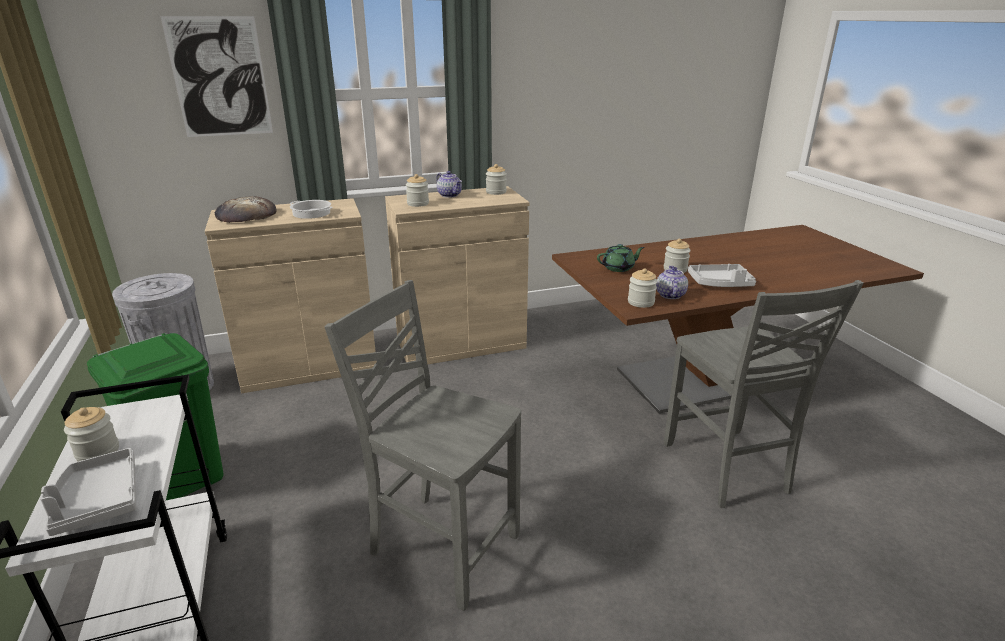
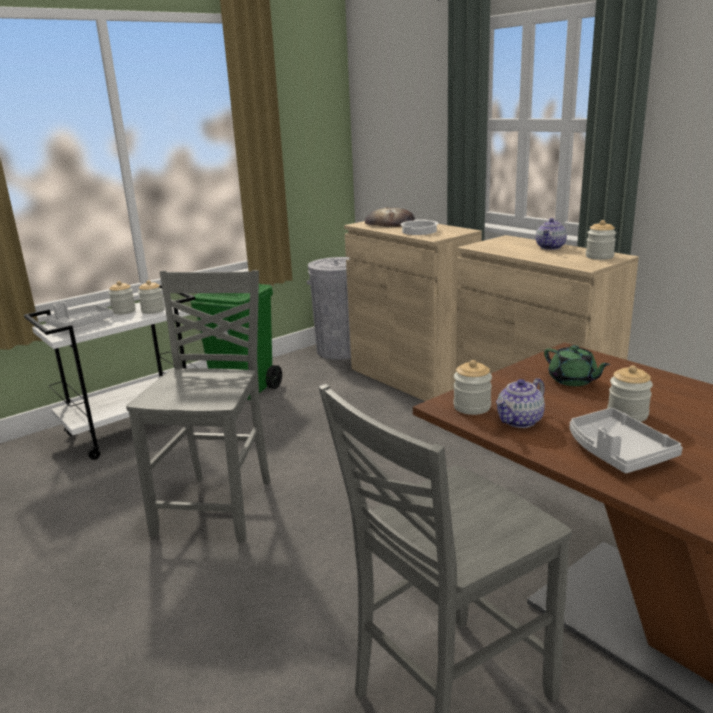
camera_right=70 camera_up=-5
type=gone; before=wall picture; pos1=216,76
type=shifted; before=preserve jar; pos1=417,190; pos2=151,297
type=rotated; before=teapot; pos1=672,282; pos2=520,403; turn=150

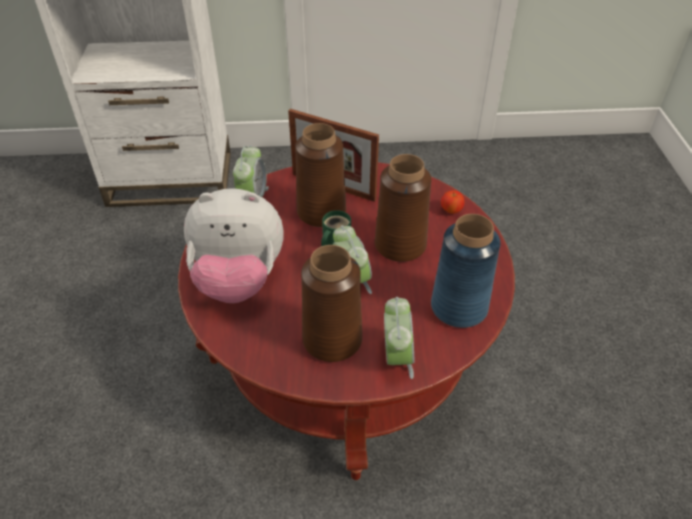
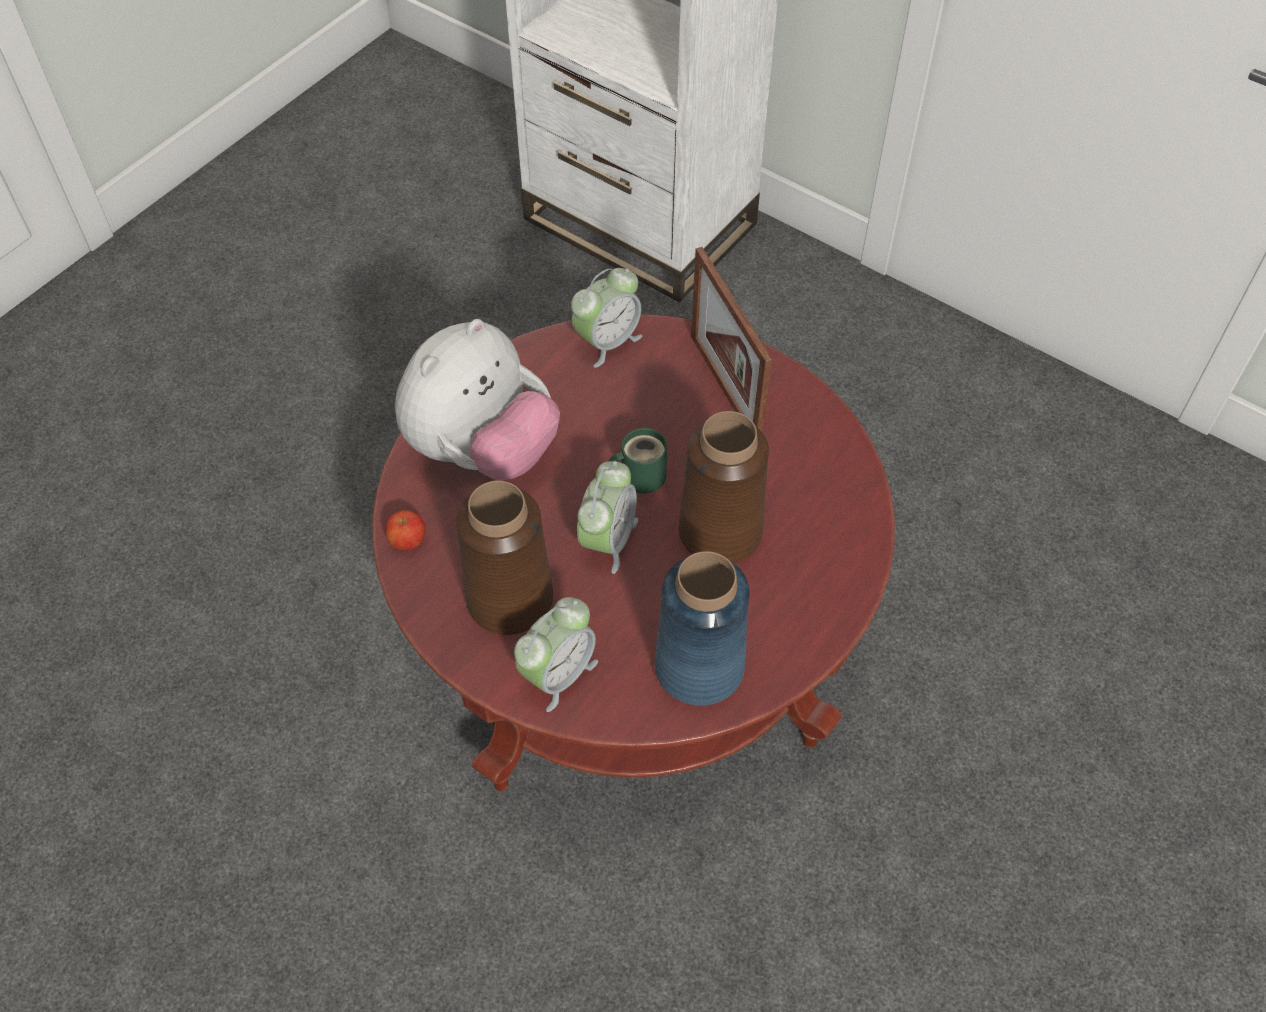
camera_right=40 camera_up=10
type=gone; before=brown-coloured flower vase; pos1=320,175
type=rotated; before=plush toy; pos1=234,245; pos2=477,399; turn=-90
type=shifted; before=apple fruit; pos1=453,202; pos2=405,530

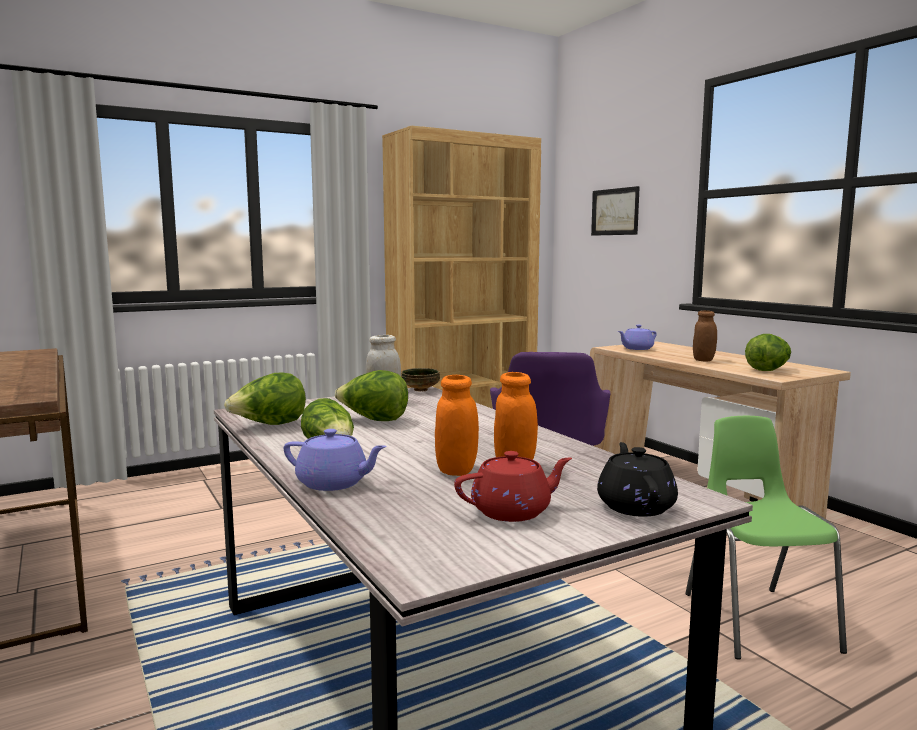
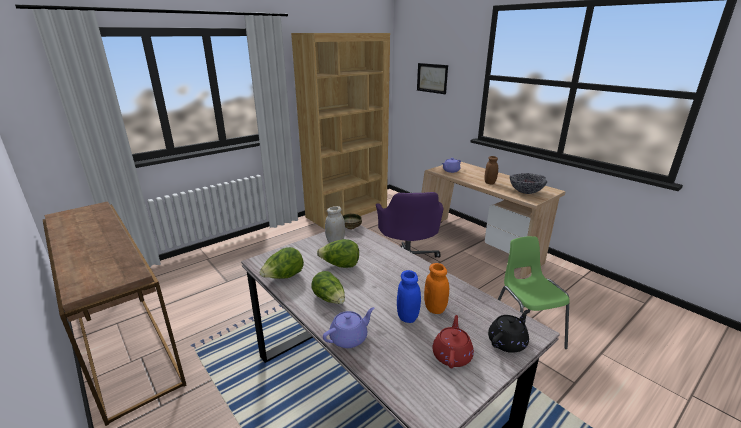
camera_right=-10 camera_up=15
type=swapped; before=head of lettuce; after=serving bowl; pos1=768,352; pos2=528,183
type=repainted; before=orange-coloured preserve jar; after=blue preserve jar; pos1=457,425; pos2=409,296
type=rotated; before=purple-coloured teapot; pos1=335,460; pos2=348,327; turn=-45
type=rotated; before=blackish teapot; pos1=637,479; pos2=508,331; turn=60
type=rotated; before=reddish teapot; pos1=513,486; pos2=453,341; turn=-45

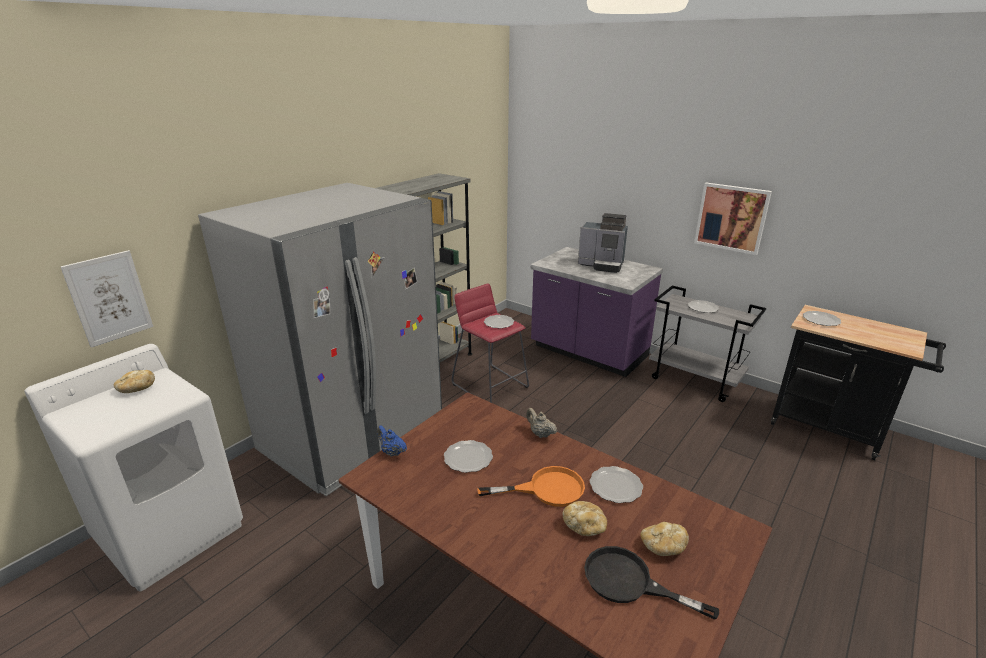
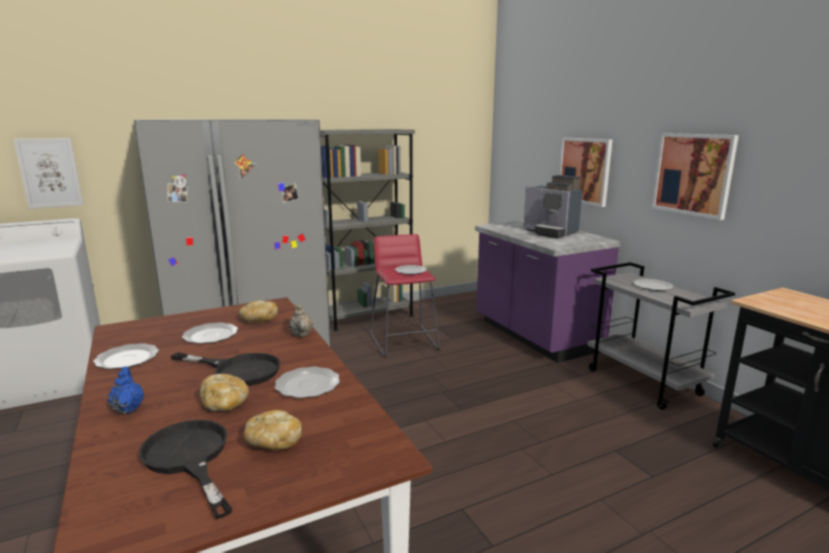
camera_right=25 camera_up=-10
type=shifted; before=flat dish; pos1=822,318; pos2=126,356
type=shifted; before=bakery bread; pos1=134,381; pos2=258,311
type=shifted; before=blue teapot; pos1=392,441; pos2=126,390
type=repainted; before=orange-coloured skillet; after=blackish skillet; pos1=531,486; pos2=225,369
type=new; after=wall picture; pos2=586,172

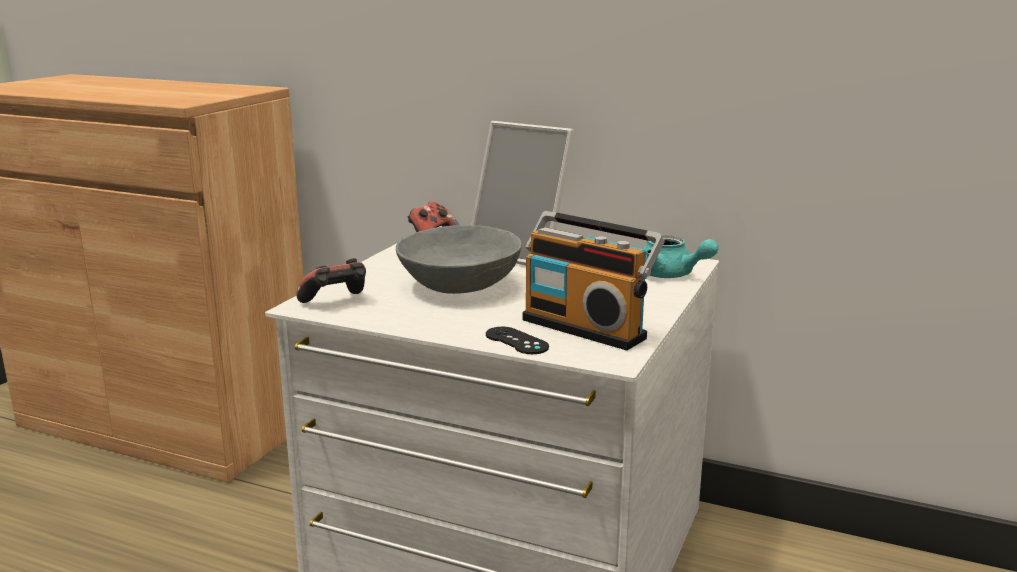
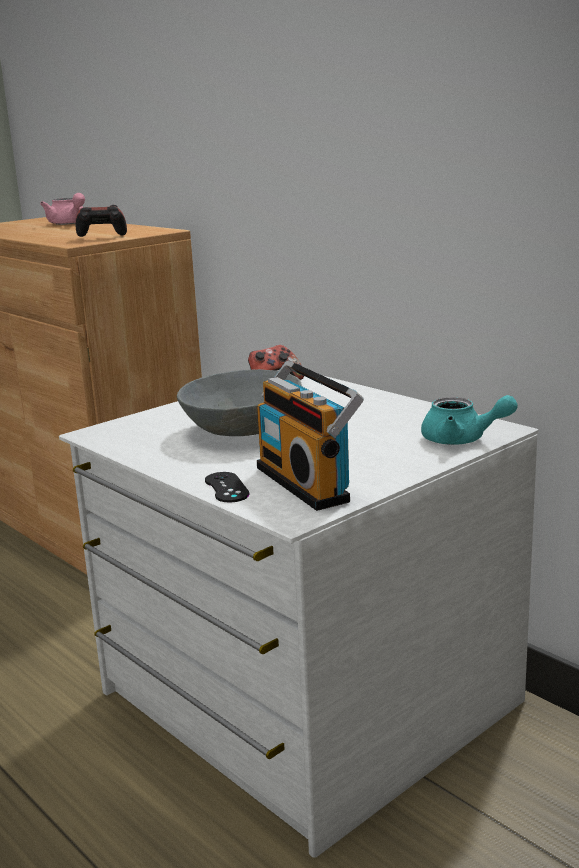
camera_right=25 camera_up=0
type=gone; before=photo frame; pos1=523,193
type=rotated; before=turquoise teapot; pos1=681,256; pos2=469,420; turn=-45
type=shifted; before=game controller; pos1=331,280; pos2=101,221
type=new; after=pinkish teapot; pos2=62,209

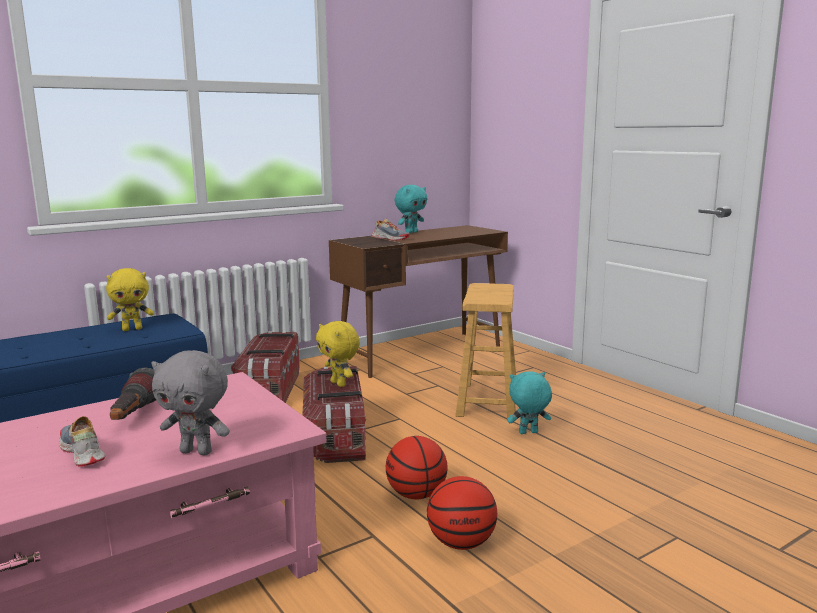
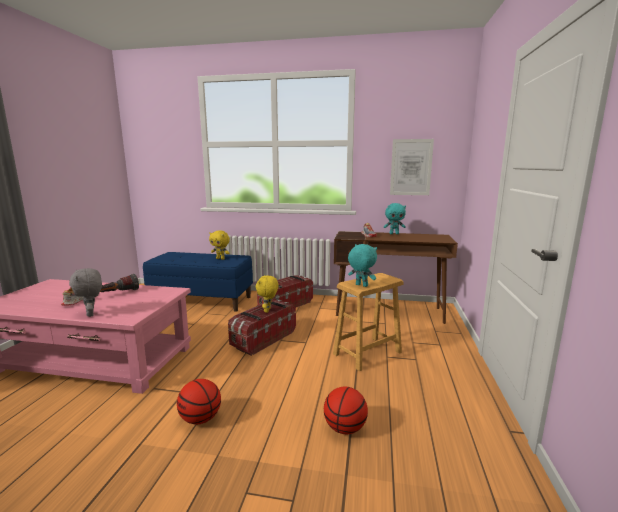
camera_right=45 camera_up=0
type=shifted; before=turquoise plush toy; pos1=529,402; pos2=362,265
type=shifted; before=basketball; pos1=416,467; pos2=346,410
type=new; after=wall picture; pos2=412,167

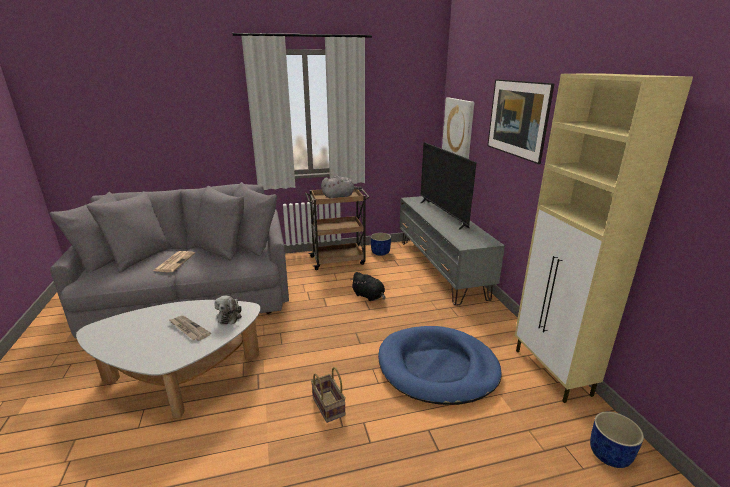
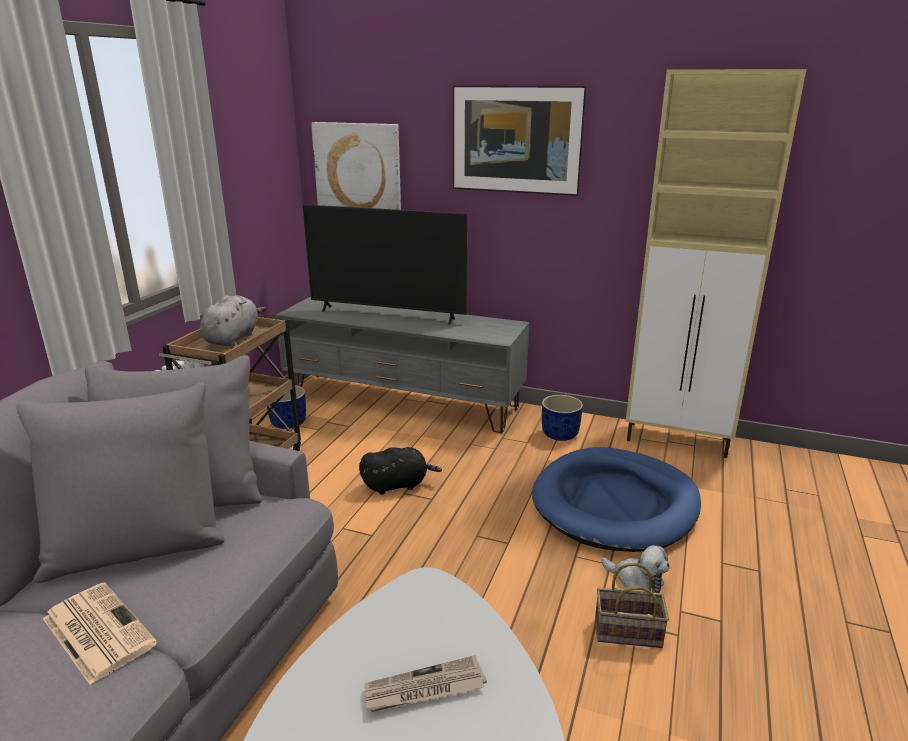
camera_right=-55 camera_up=0
type=shifted; before=plush toy; pos1=228,310; pos2=635,569
type=shifted; before=blue plant pot; pos1=617,439; pos2=562,418

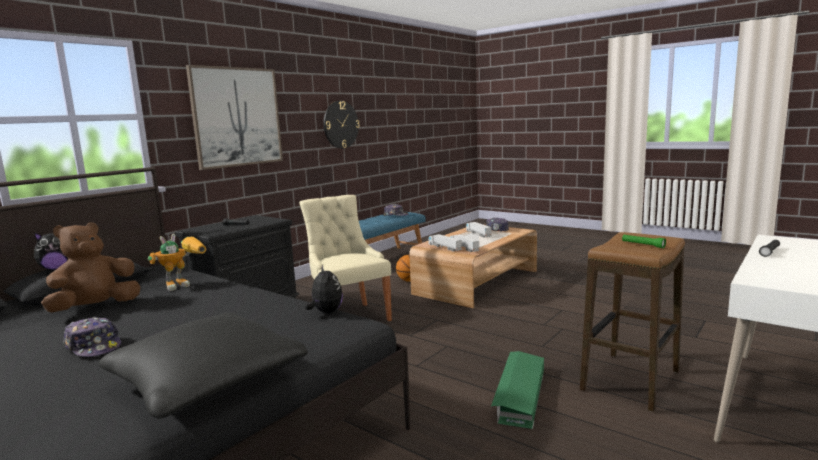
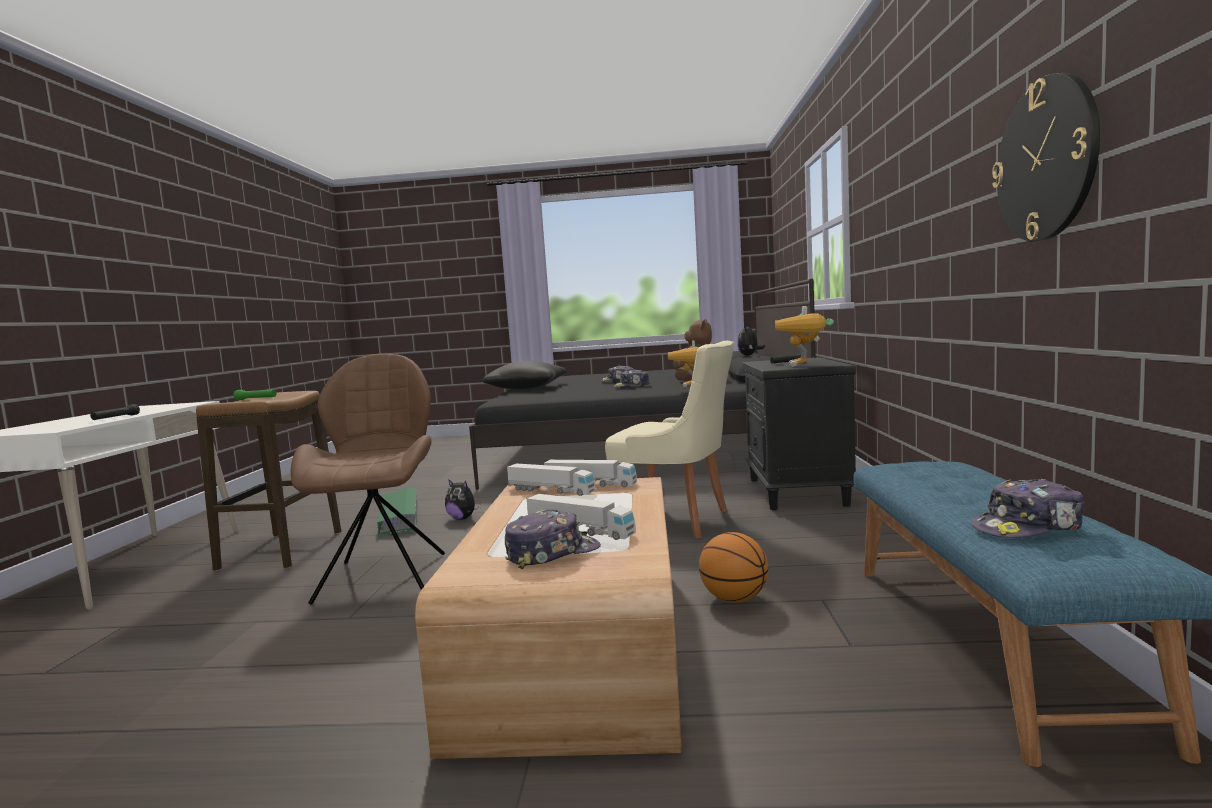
camera_right=145 camera_up=-5
type=gone; before=wall picture; pos1=234,117
type=shifted; before=plush toy; pos1=324,289; pos2=463,499
type=new; after=toy robot; pos2=804,336
type=new; after=brown-coloured upright chair; pos2=368,479
type=new; after=cap; pos2=631,378

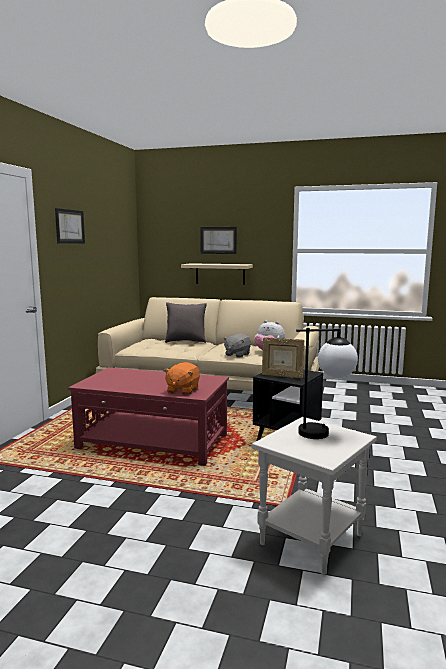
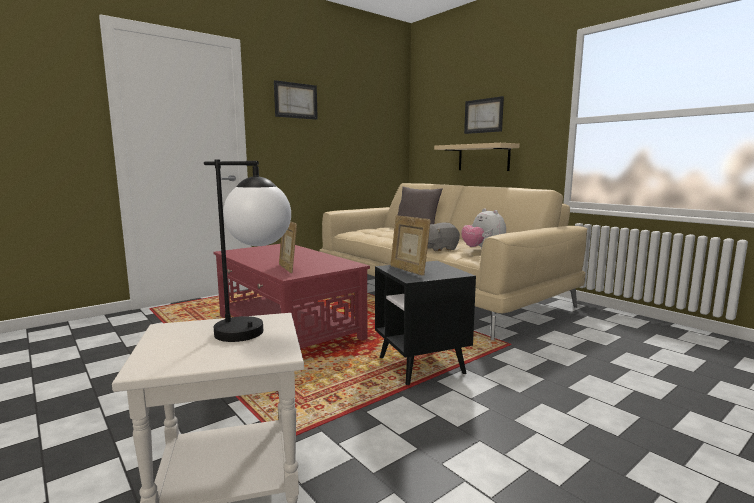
camera_right=35 camera_up=0
type=swapped; before=orange-coloured plush toy; after=photo frame; pos1=182,378; pos2=288,247

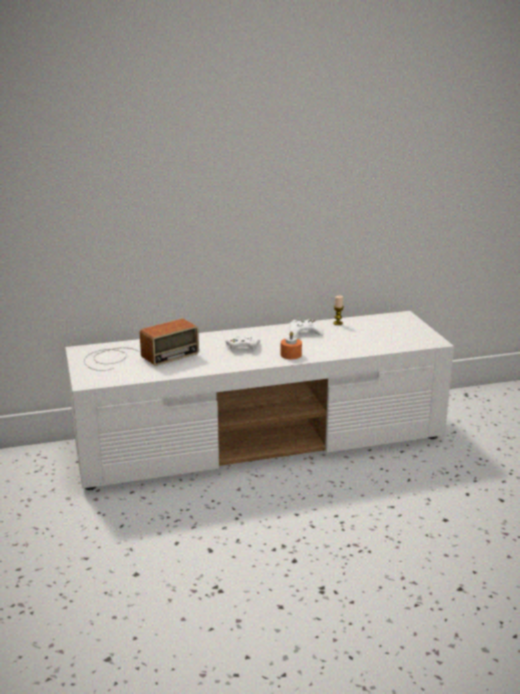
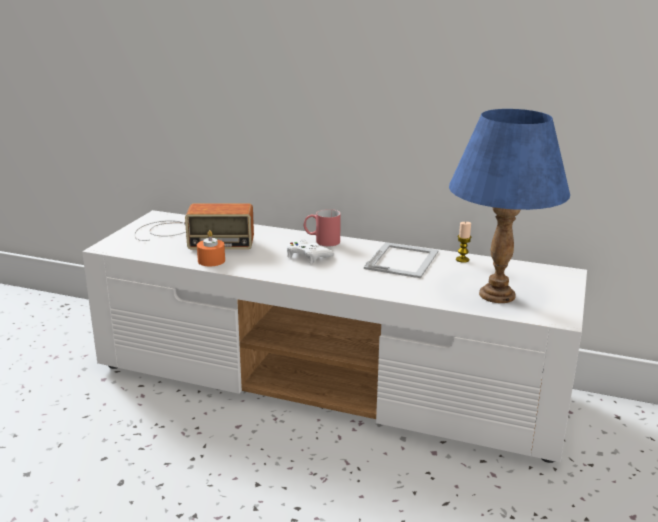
camera_right=35 camera_up=0
type=swapped; before=whitish game controller; after=photo frame; pos1=307,328; pos2=401,260
type=shifted; before=orange-coloured candle; pos1=291,345; pos2=211,248
type=new; after=blue table lamp; pos2=509,206
type=new; after=reddish tea mug; pos2=322,227

